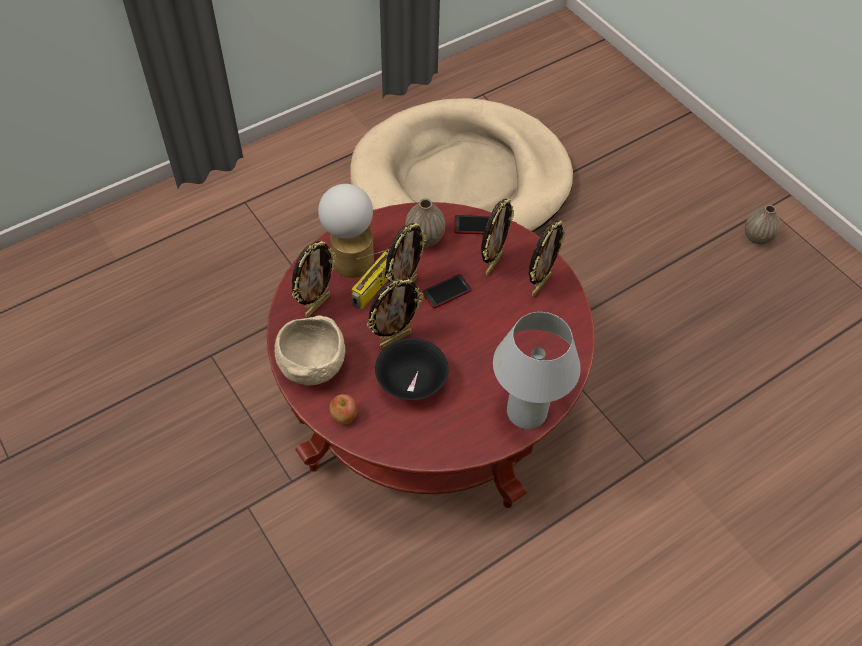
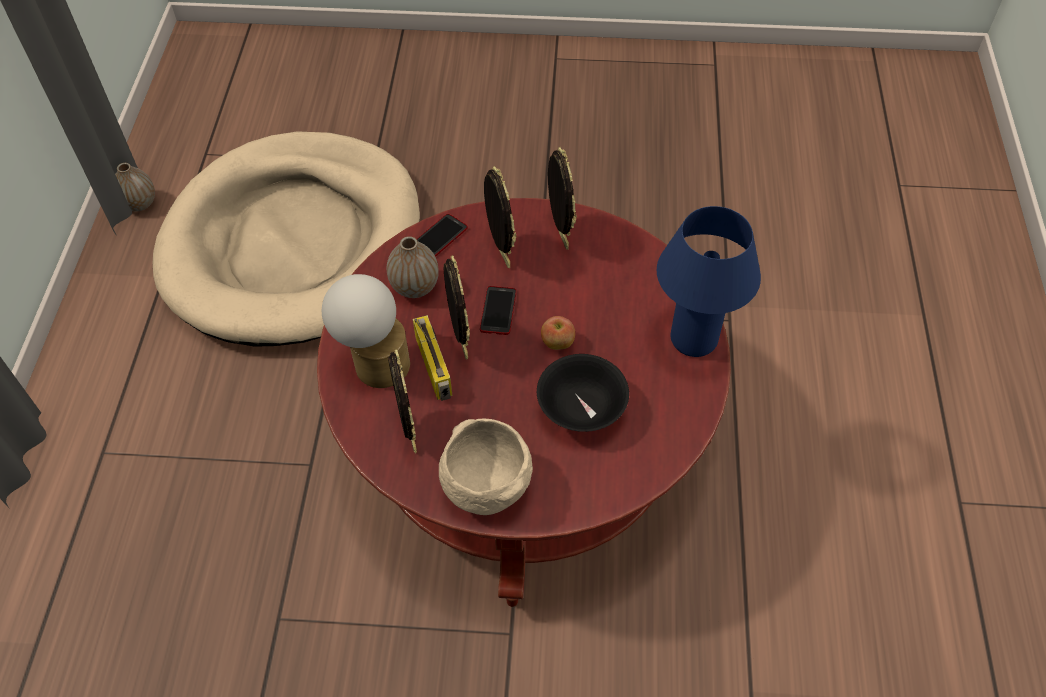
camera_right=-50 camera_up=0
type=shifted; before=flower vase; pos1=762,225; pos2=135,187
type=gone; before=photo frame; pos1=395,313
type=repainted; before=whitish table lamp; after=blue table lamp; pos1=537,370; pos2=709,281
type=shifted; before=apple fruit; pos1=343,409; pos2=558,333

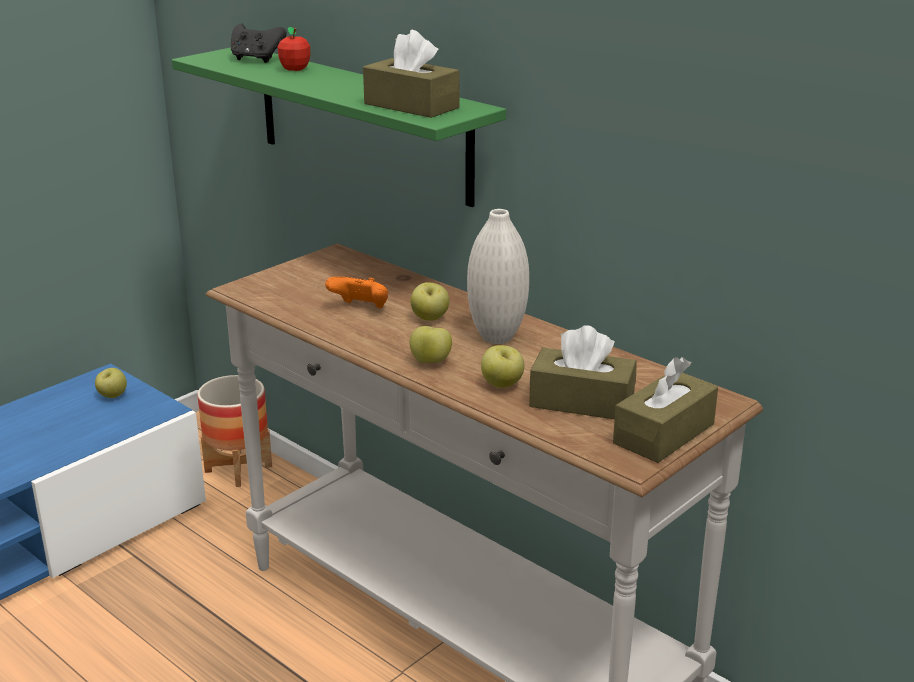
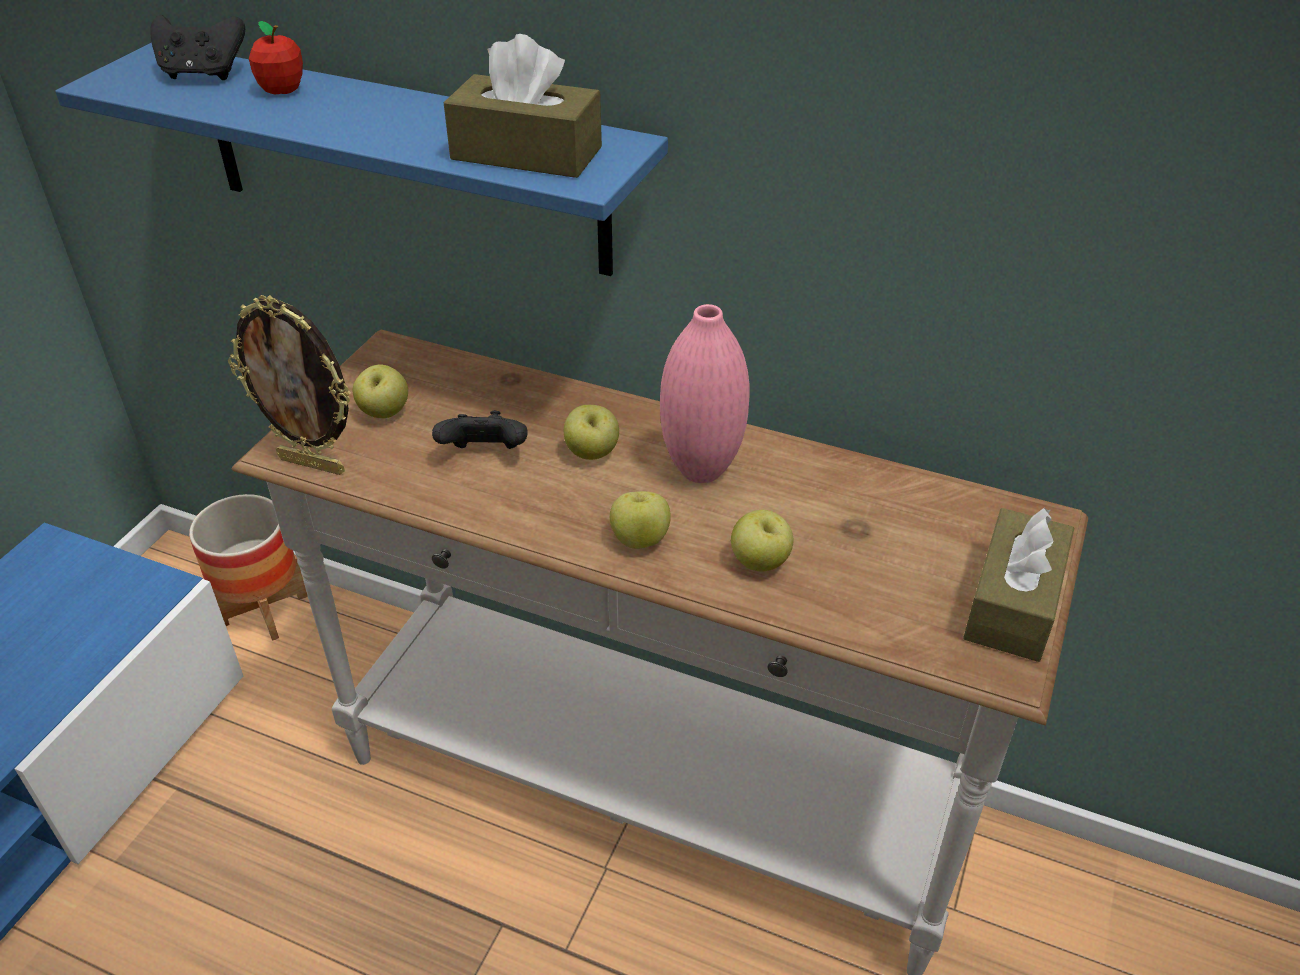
camera_right=-20 camera_up=15
type=repainted; before=green bracket shelf; after=blue bracket shelf; pos1=339,127; pos2=361,159
type=repainted; before=whitish flower vase; after=pinkish flower vase; pos1=498,276; pos2=705,393
type=repainted; before=orange-coloured game controller; after=blackish game controller; pos1=356,292; pos2=479,430
type=gone; before=brown-coloured tissue box; pos1=583,372
type=shifted; before=apple fruit; pos1=111,383; pos2=380,391
type=new; after=photo frame; pos2=289,385

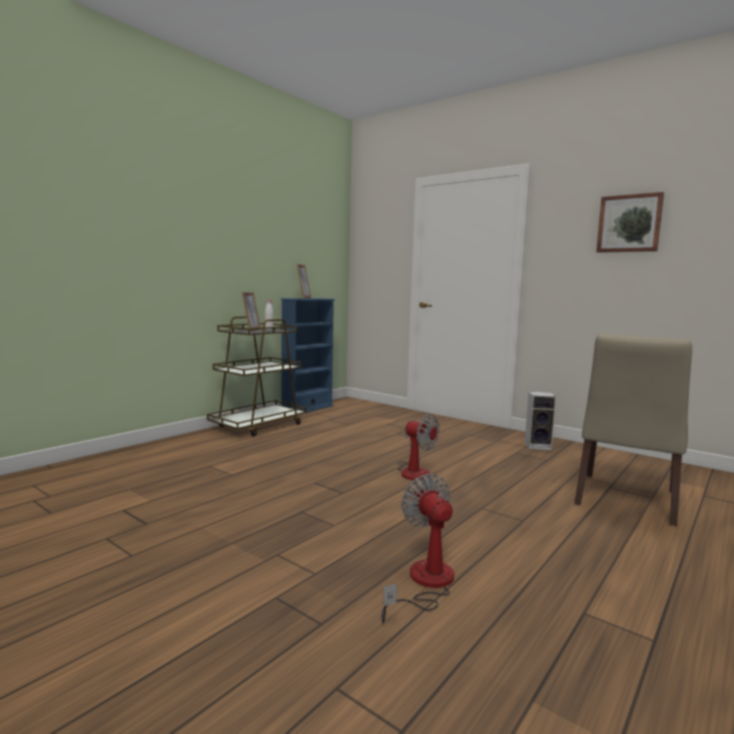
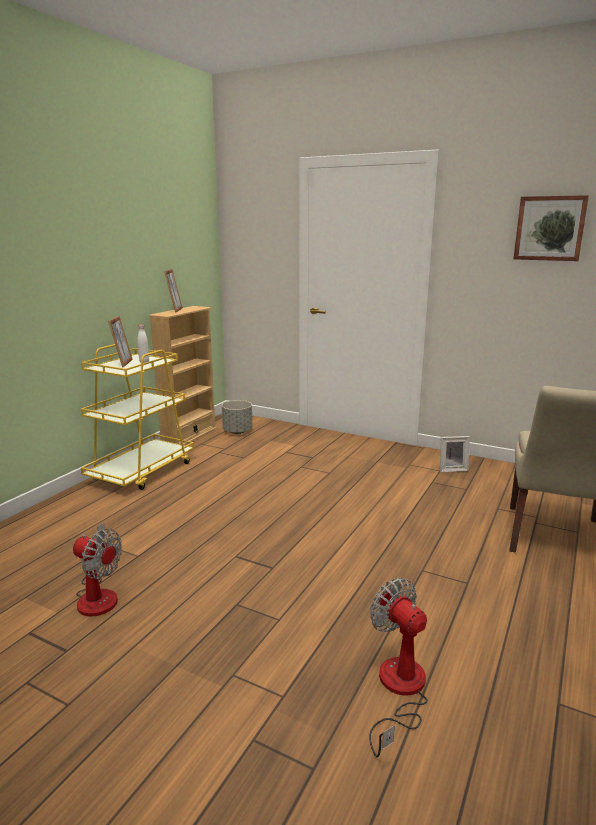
camera_right=-10 camera_up=10
type=repainted; before=blue bookcase; after=sand-coloured bookcase; pos1=308,355; pos2=183,375
type=repainted; before=brown-coloured cart; after=yellow cart; pos1=256,376; pos2=137,417
type=swapped; before=audio speaker; after=photo frame; pos1=540,421; pos2=455,454
type=shifted; before=fan; pos1=418,447; pos2=97,569
type=new; after=gray plant pot; pos2=237,417

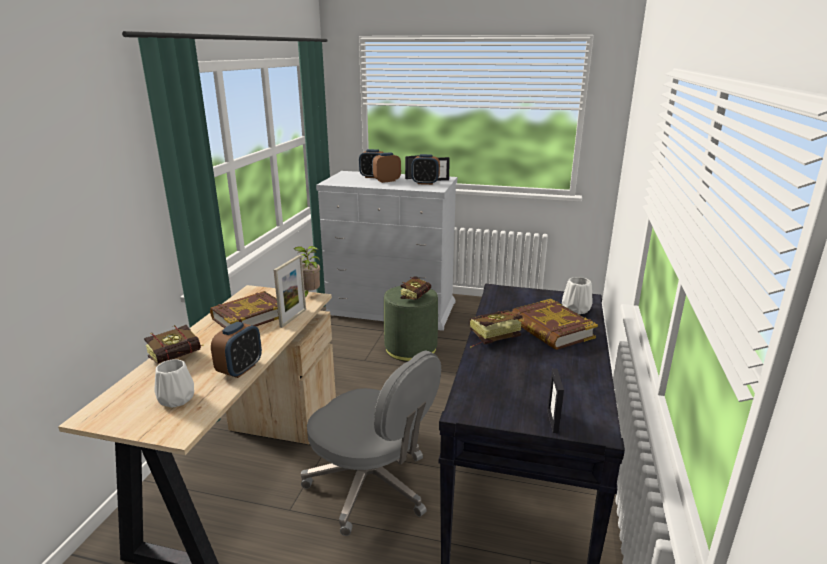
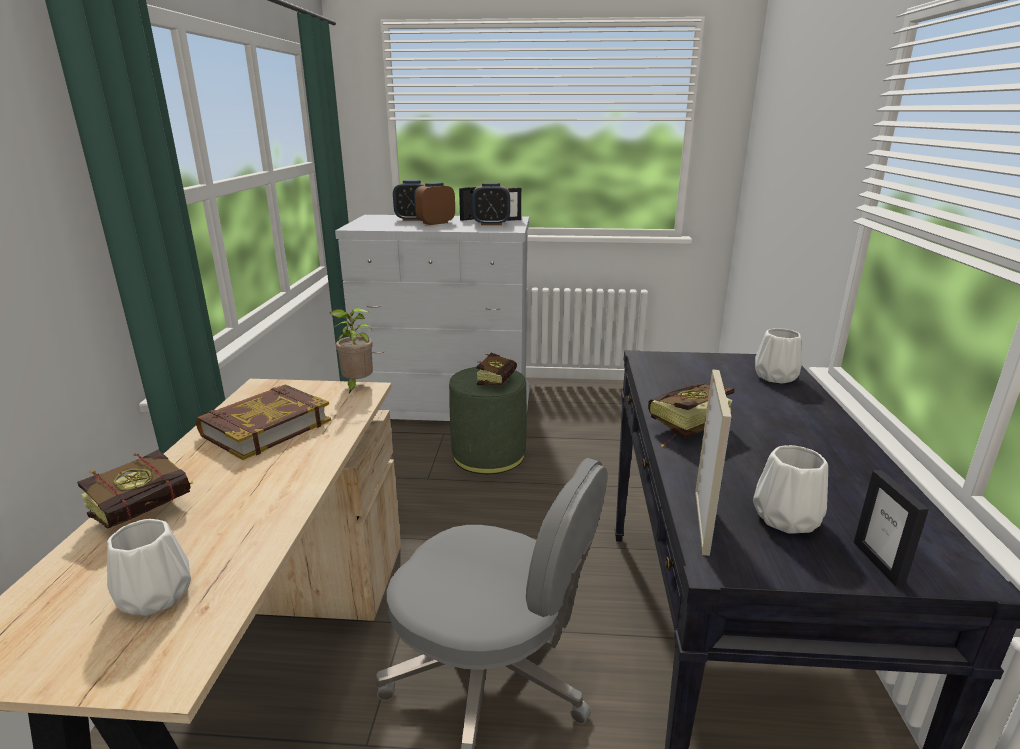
camera_right=-10 camera_up=0
type=shifted; before=photo frame; pos1=290,291; pos2=713,462
type=gone; before=volume; pos1=555,324
type=gone; before=table clock; pos1=236,349
type=new; after=whitish flower vase; pos2=790,489

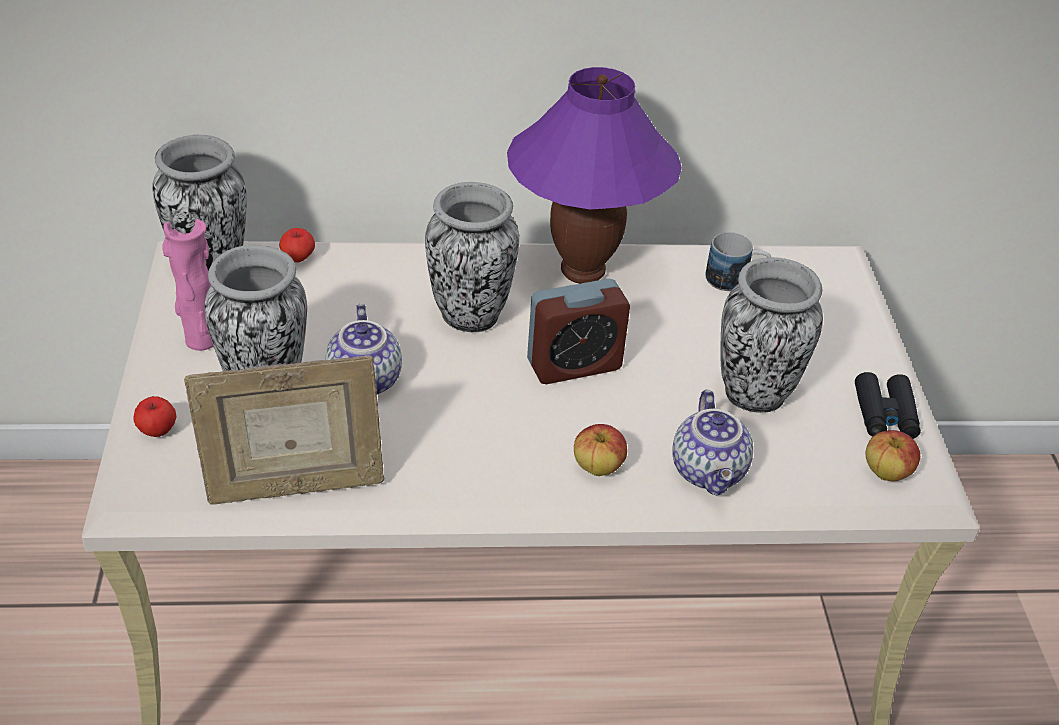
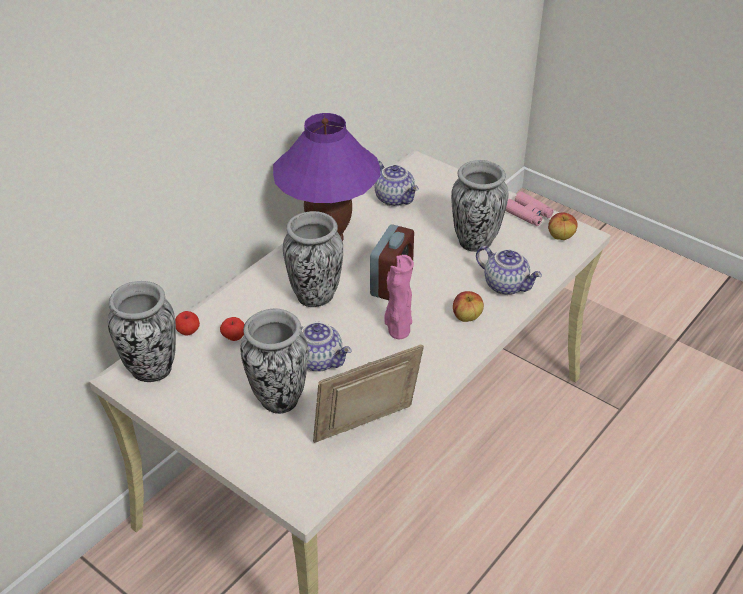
camera_right=-45 camera_up=0
type=shifted; before=pinkish flower vase; pos1=187,285; pos2=399,297
type=swapped; before=tea mug; after=teapot; pos1=738,261; pos2=396,184
type=rotated; before=photo frame; pos1=284,430; pos2=368,393; turn=-150
type=repainted; before=blackish binoculars; after=pinkish binoculars; pos1=888,405; pos2=529,208
type=shifted; before=apple fruit; pos1=155,416; pos2=232,329

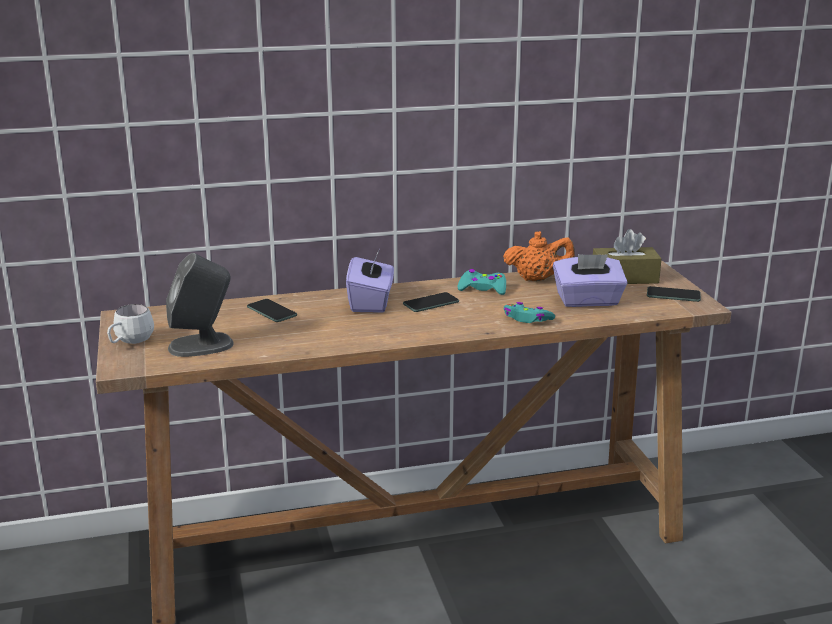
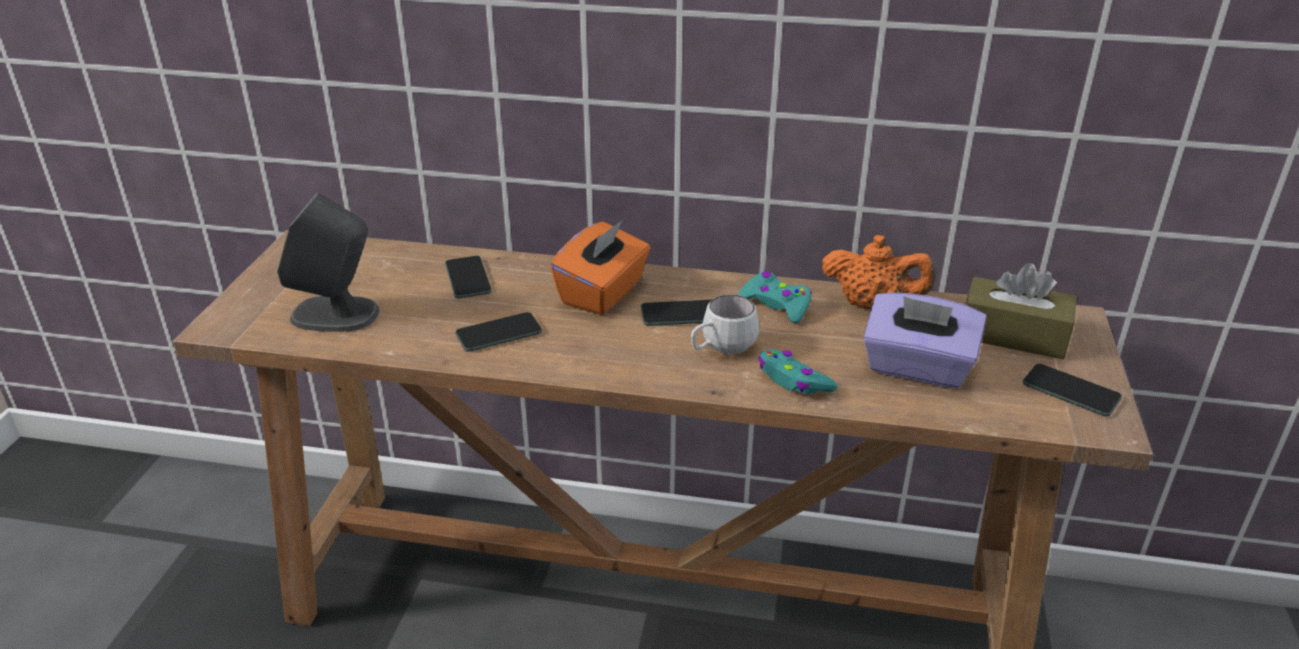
camera_right=25 camera_up=10
type=repainted; before=purple-coloured tissue box; after=orange-coloured tissue box; pos1=370,281; pos2=600,268
type=shifted; before=whitish tea mug; pos1=130,324; pos2=725,324
type=new; after=telephone; pos2=498,332

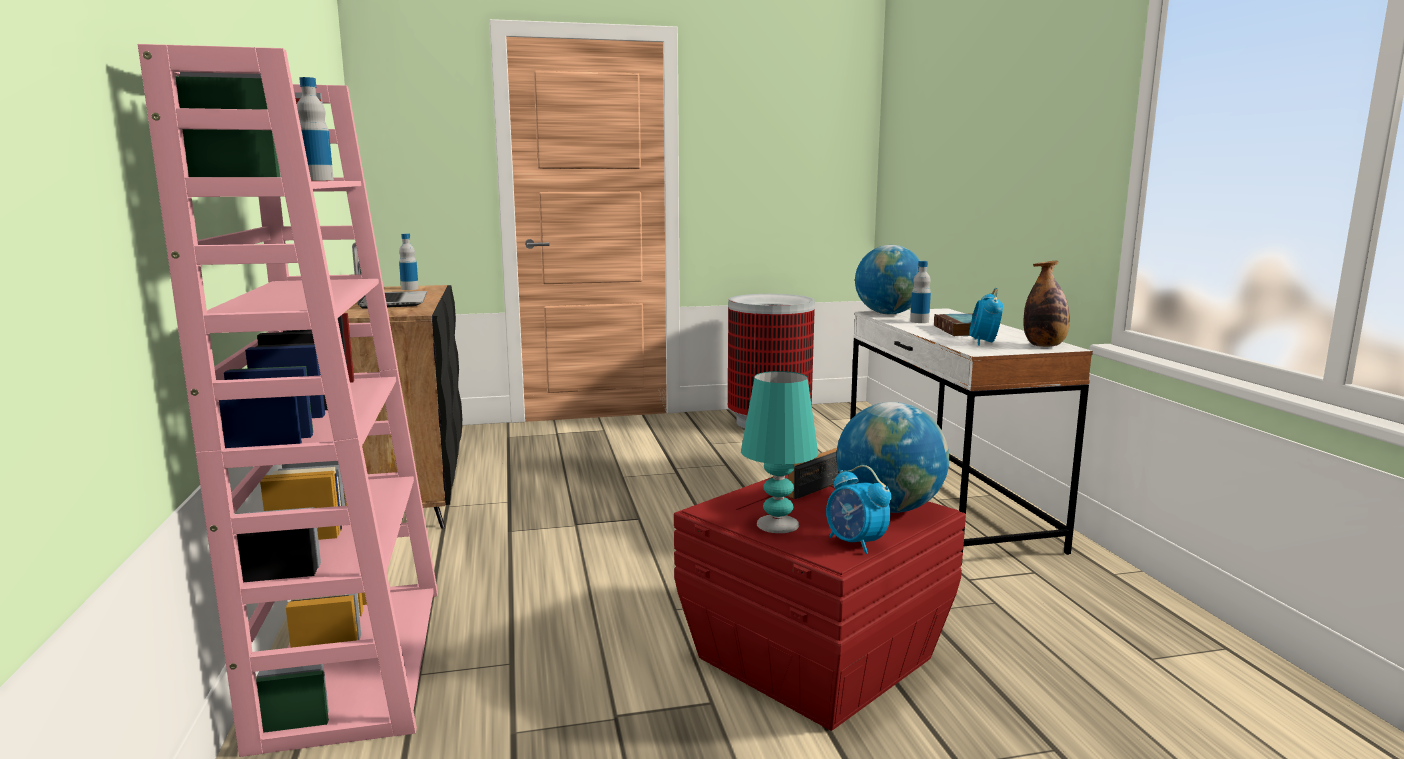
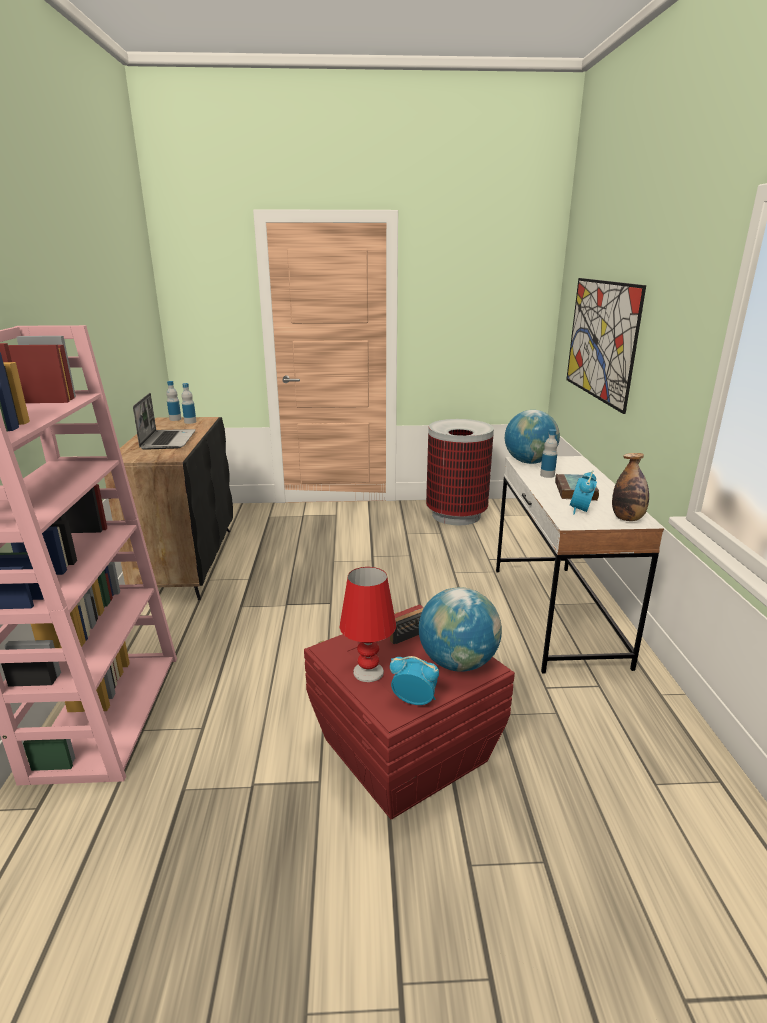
camera_right=10 camera_up=10
type=shifted; before=bottle; pos1=315,129; pos2=173,401
type=repainted; before=turquoise table lamp; after=reddish table lamp; pos1=779,452; pos2=368,624
type=rotated; before=table clock; pos1=858,509; pos2=414,680; turn=135
type=new; after=wall picture; pos2=606,346

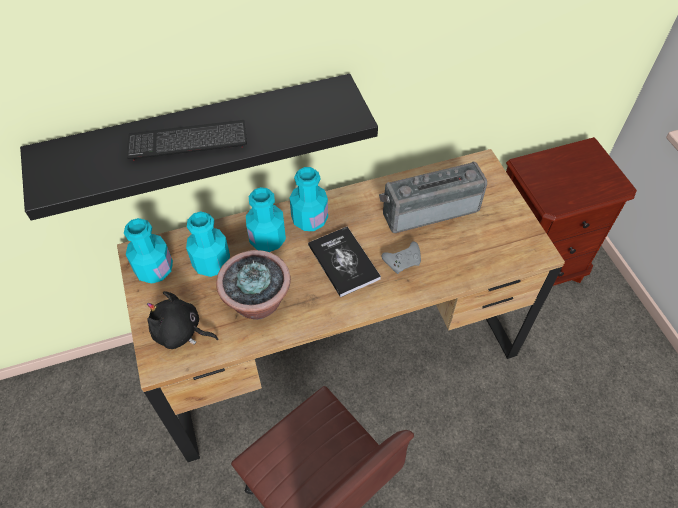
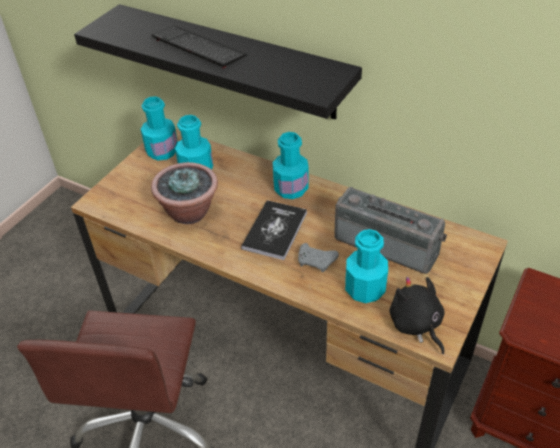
camera_right=50 camera_up=-10
type=shifted; before=turquoise bottle; pos1=266,219; pos2=366,266
type=shifted; before=blackish plush toy; pos1=182,320; pos2=417,315

